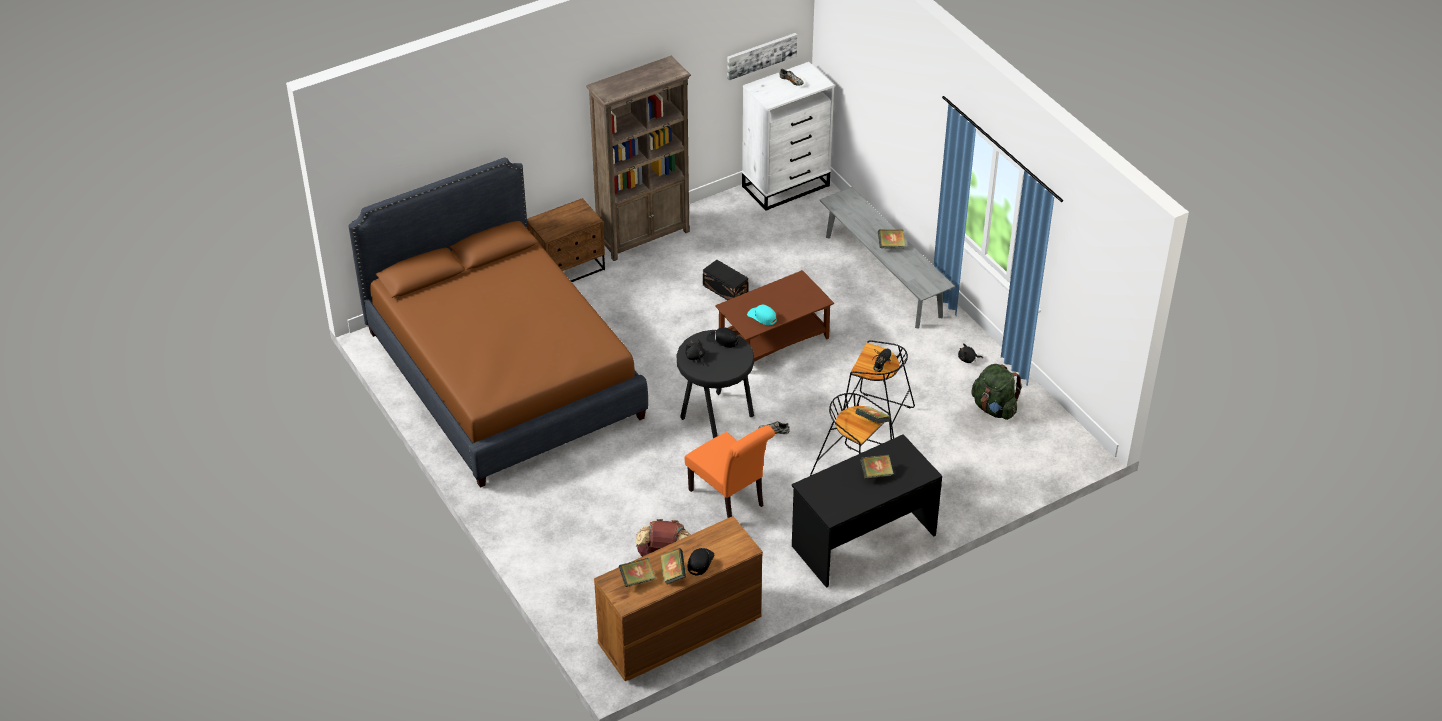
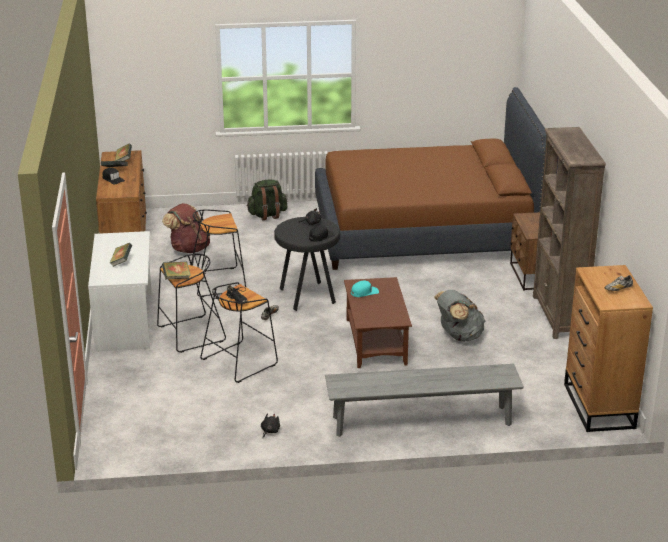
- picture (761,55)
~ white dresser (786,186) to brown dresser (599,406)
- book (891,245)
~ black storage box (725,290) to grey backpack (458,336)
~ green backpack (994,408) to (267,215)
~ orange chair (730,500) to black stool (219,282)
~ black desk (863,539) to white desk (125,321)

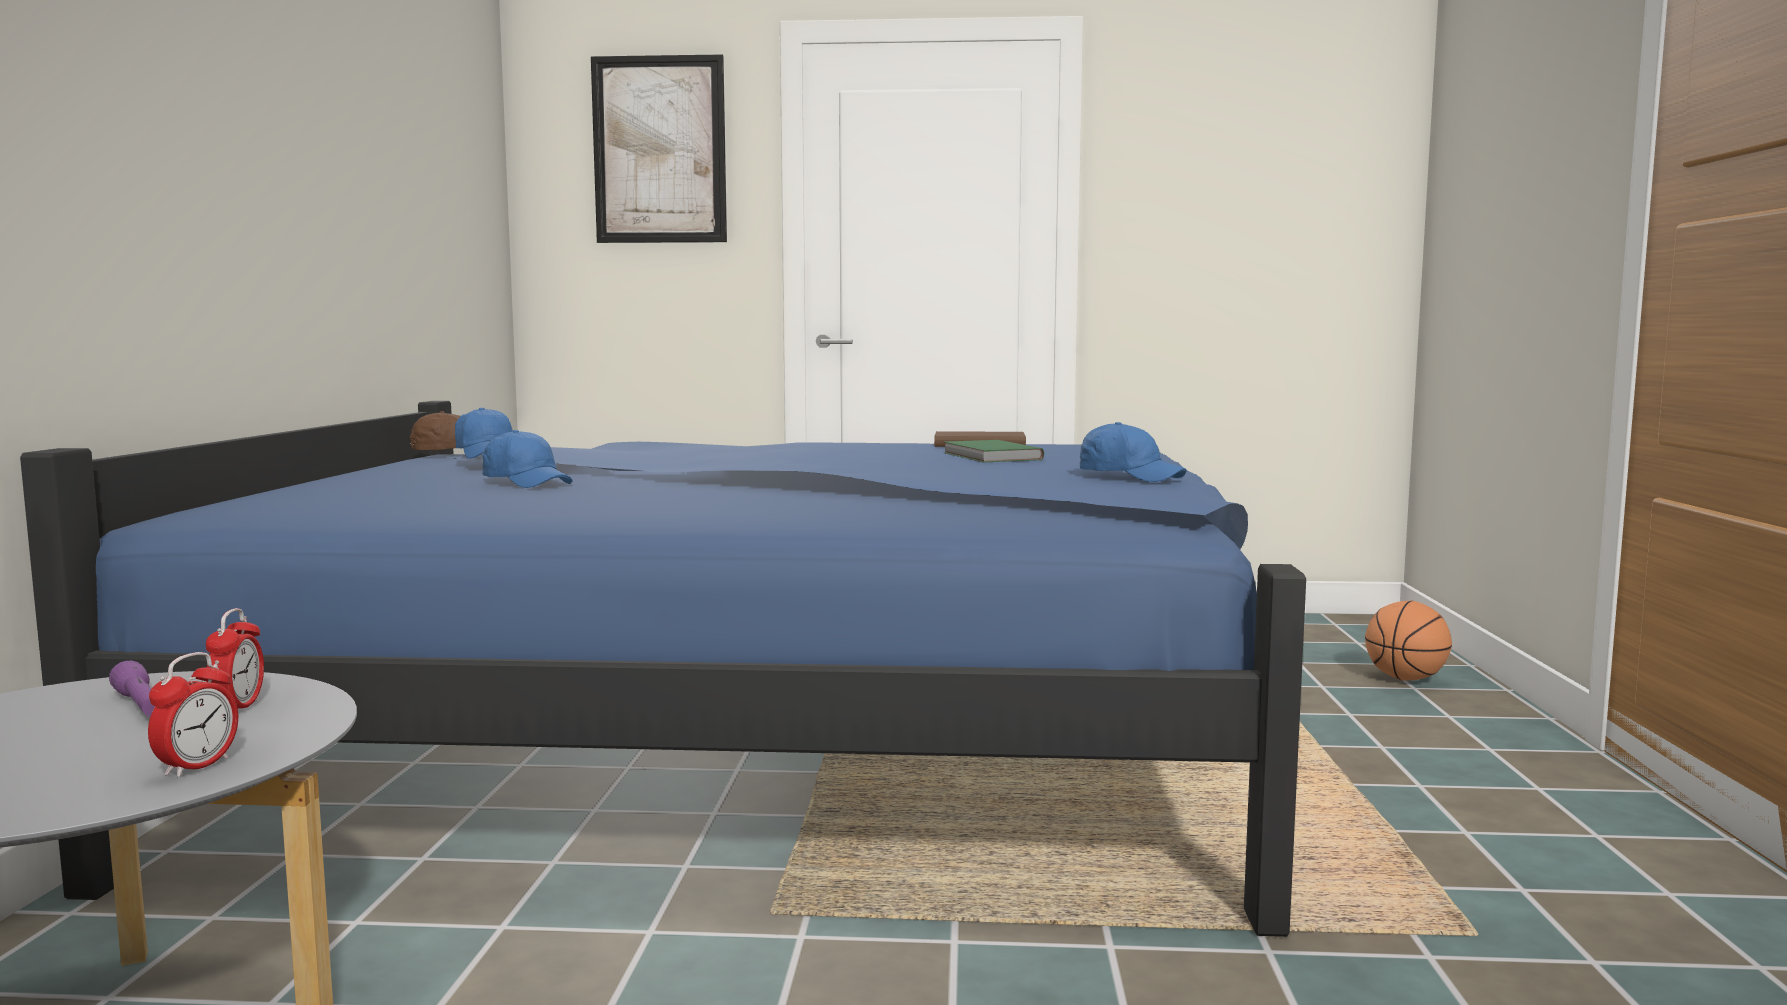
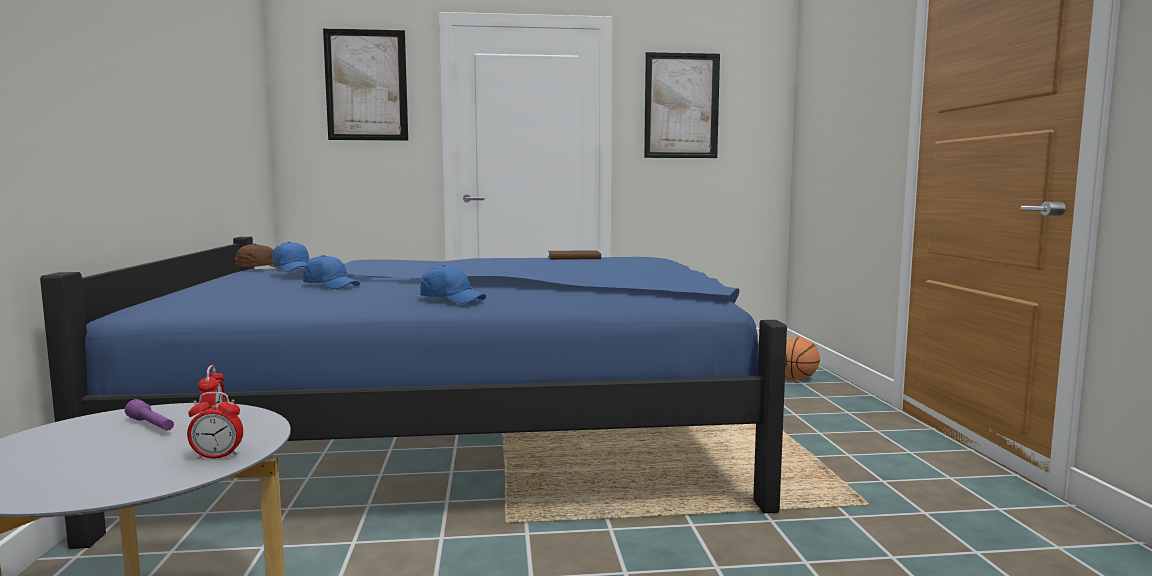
~ blue cap (1129,477) to (452,300)
- green book (990,456)
~ alarm clock (197,766) = (217,456) 75 degrees clockwise
+ picture (681,106)

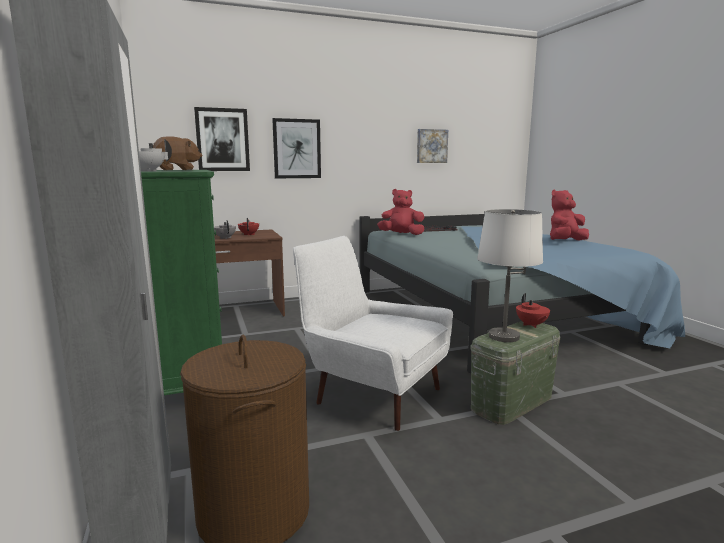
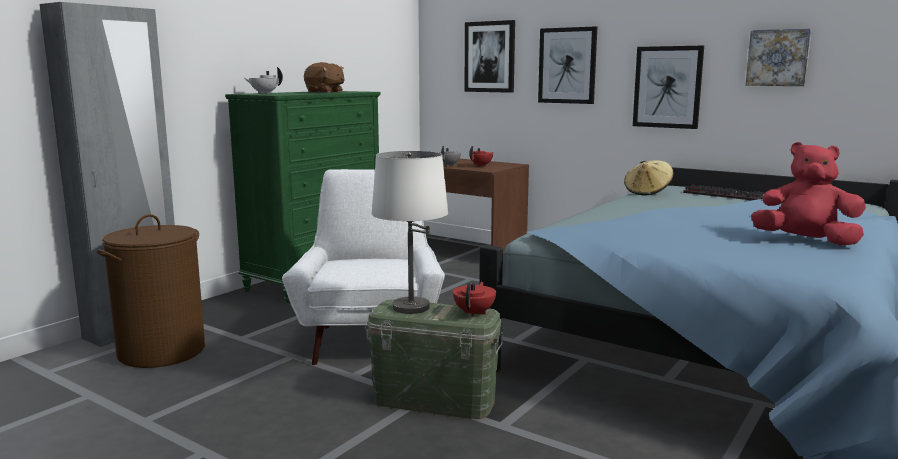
~ red plush toy (401,234) to beige hat (648,192)
~ red teapot (531,325) = (475,313) 150 degrees clockwise
+ picture (667,87)

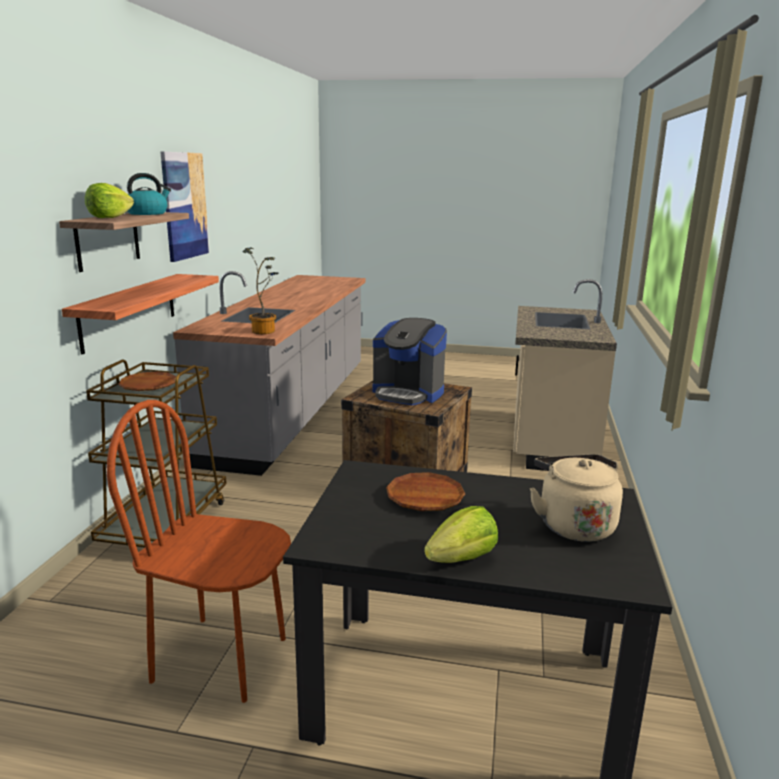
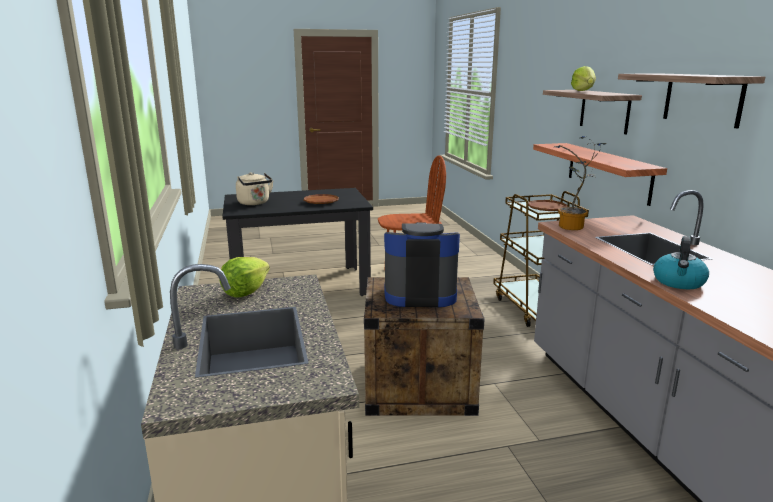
~ picture (184,206) to shelf (702,99)
~ kettle (147,213) to (679,282)
~ lettuce (462,558) to (246,292)

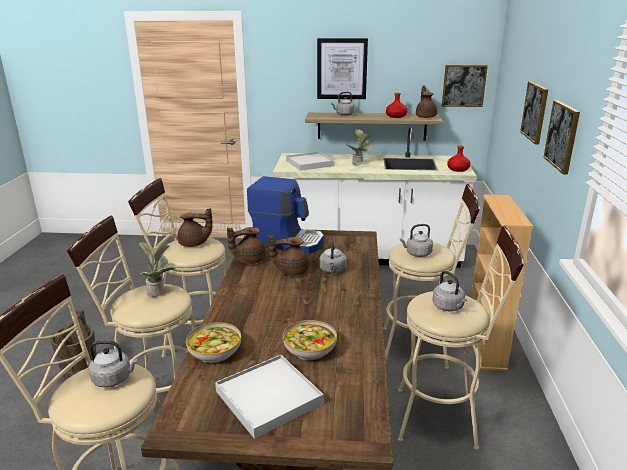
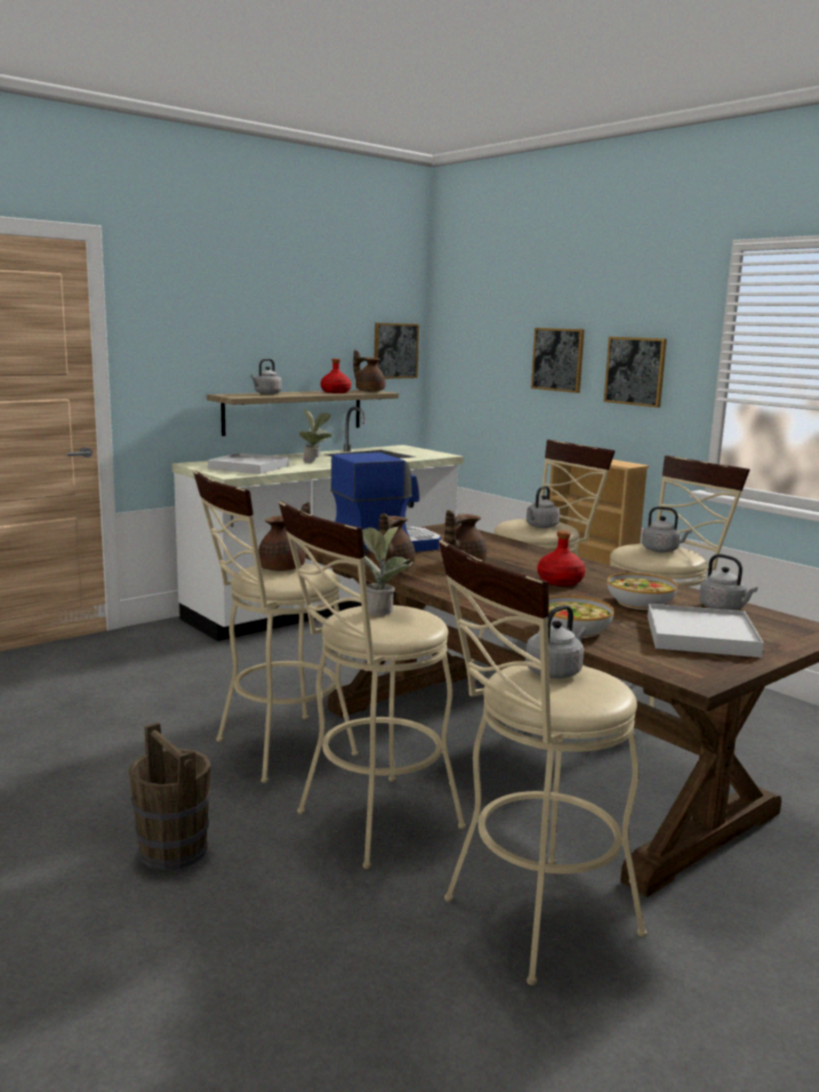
- picture (342,69)
~ red bottle (458,169) to (560,581)
~ grey kettle (332,270) to (724,609)

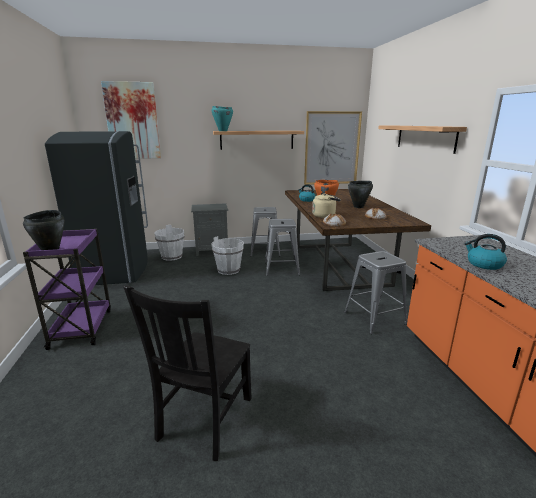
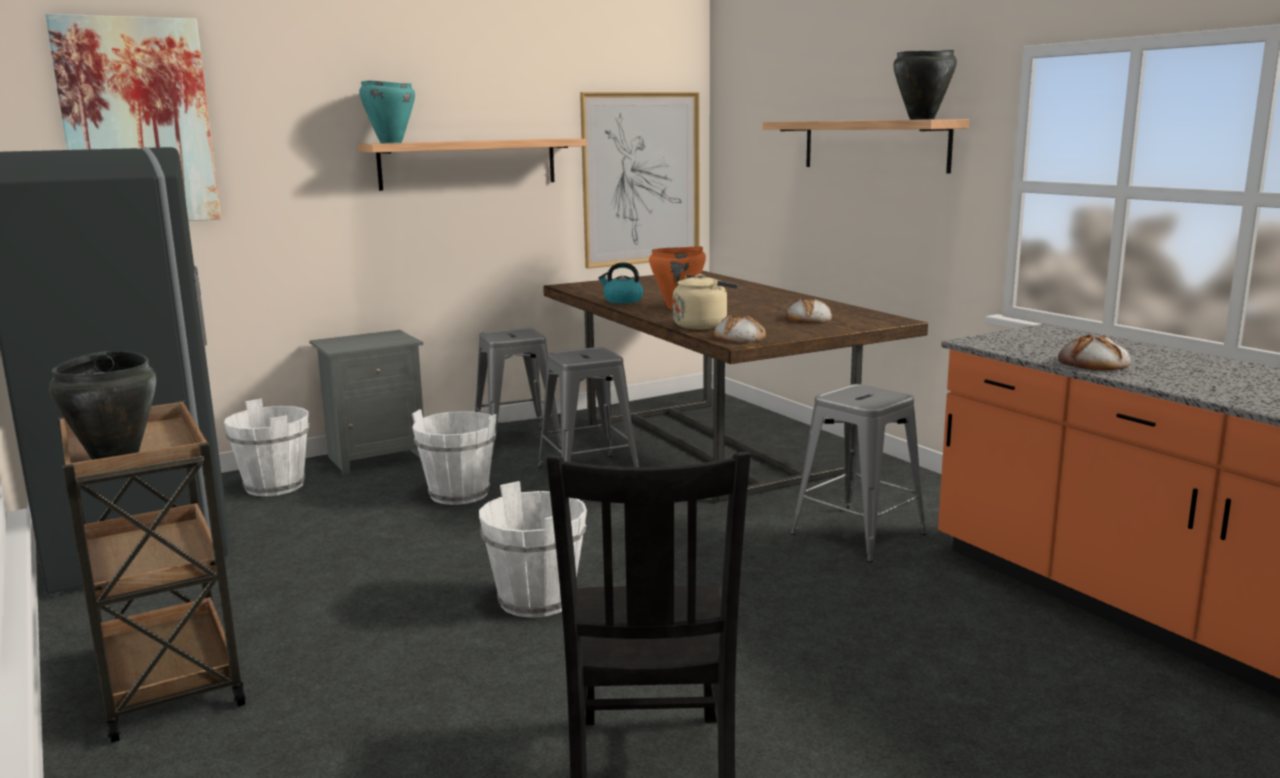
~ black cooking pot (358,207) to (922,119)
~ purple cart (82,327) to brown cart (167,678)
~ kettle (484,264) to bread (1093,364)
+ white bucket (537,600)

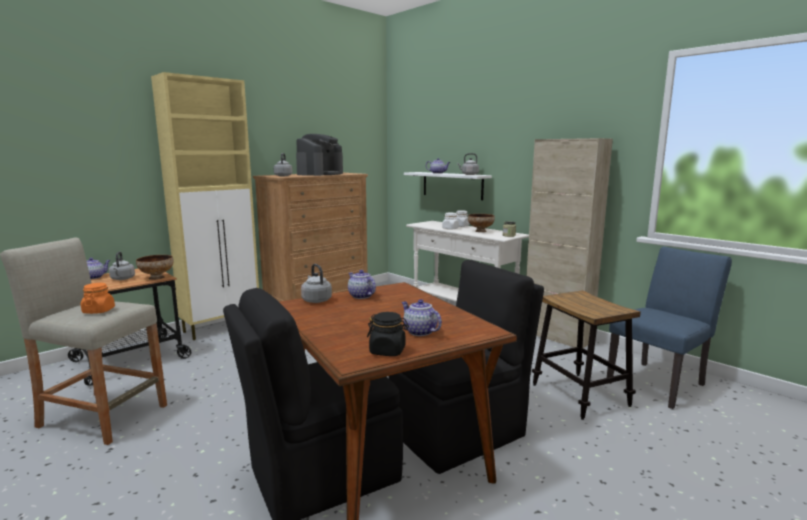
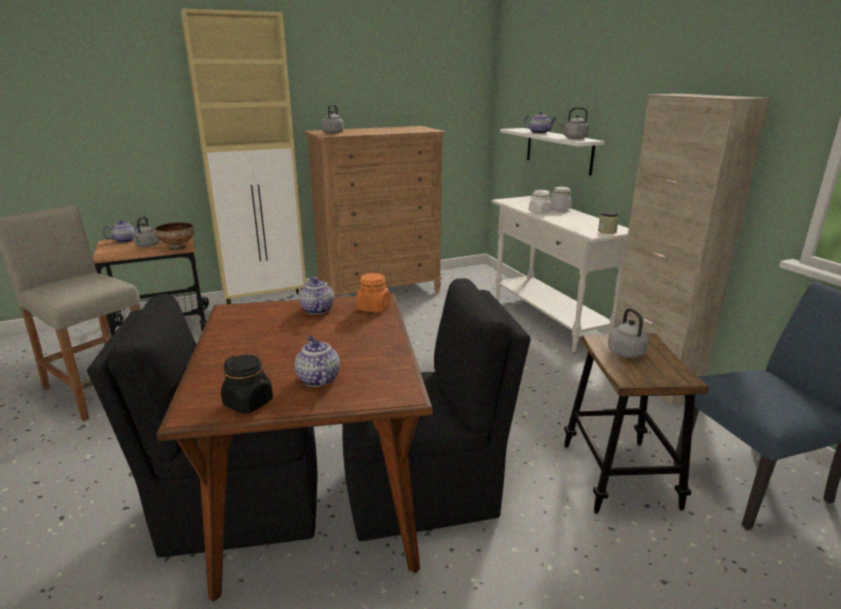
- coffee machine (320,174)
- bowl (481,231)
~ grey kettle (316,300) to (624,351)
~ orange jar (99,311) to (373,307)

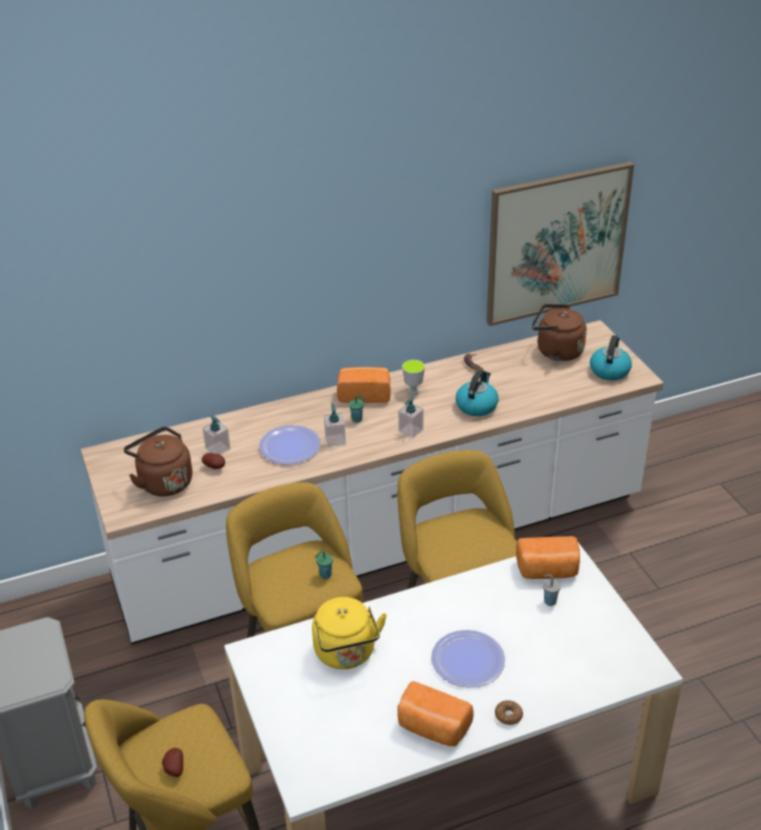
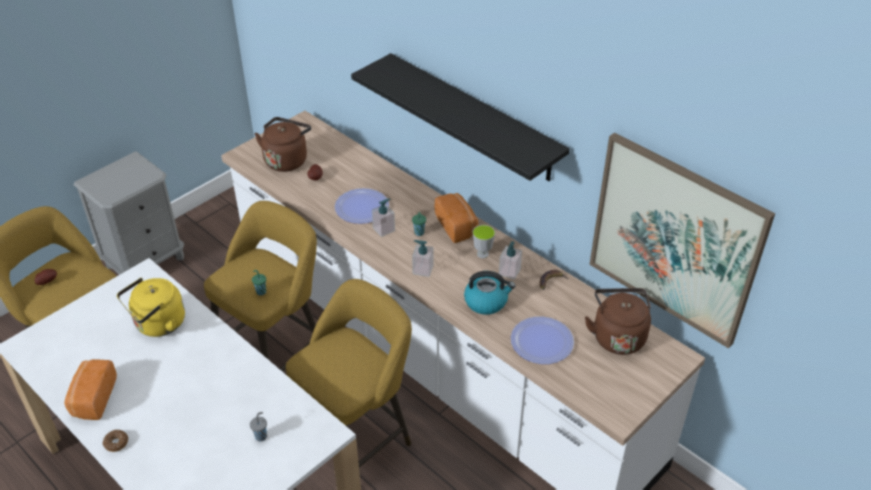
- kettle (609,370)
~ soap dispenser (218,449) to (509,272)
- bread (547,571)
~ plate (467,660) to (541,341)
+ black shelf (473,117)

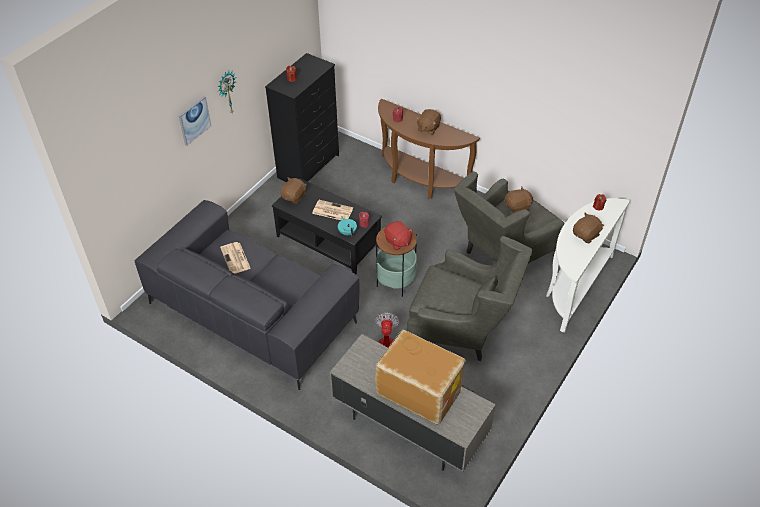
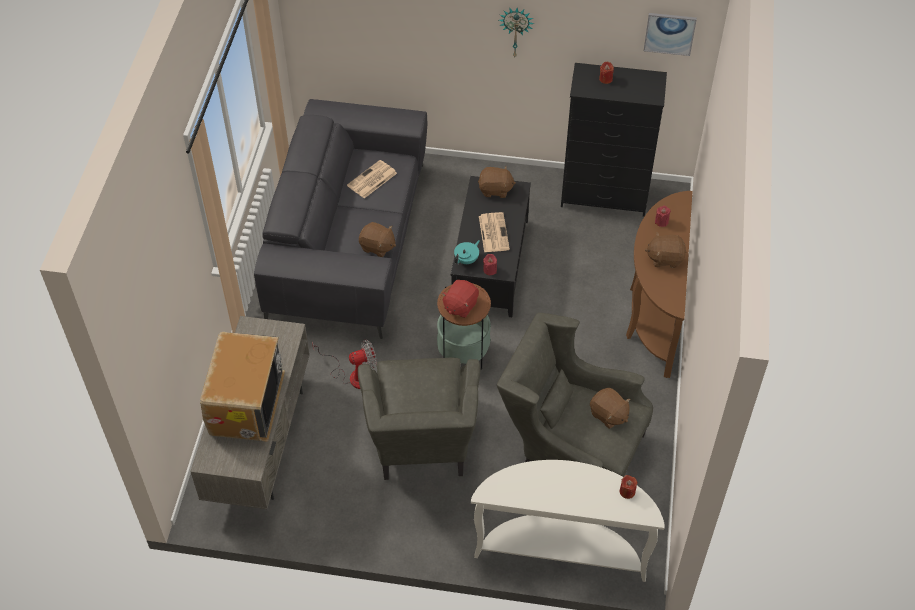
~ picture (194,120) to (669,33)
~ brown plush toy (586,235) to (377,247)

